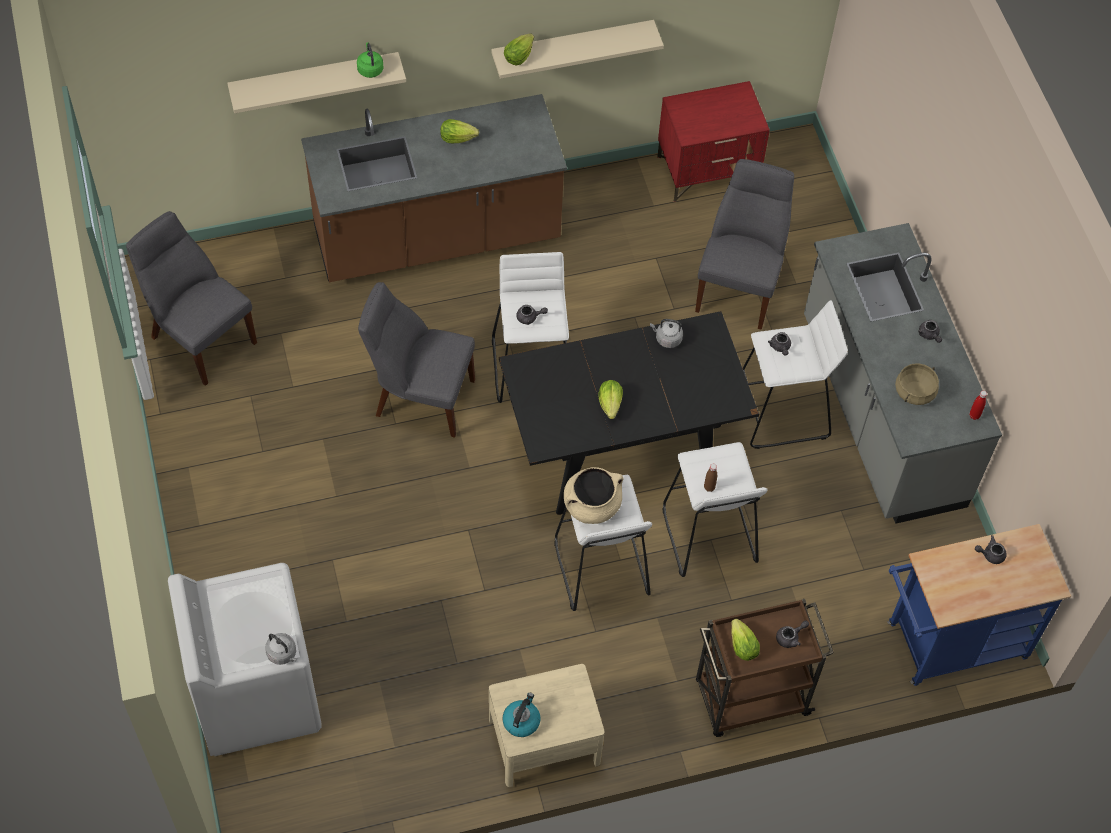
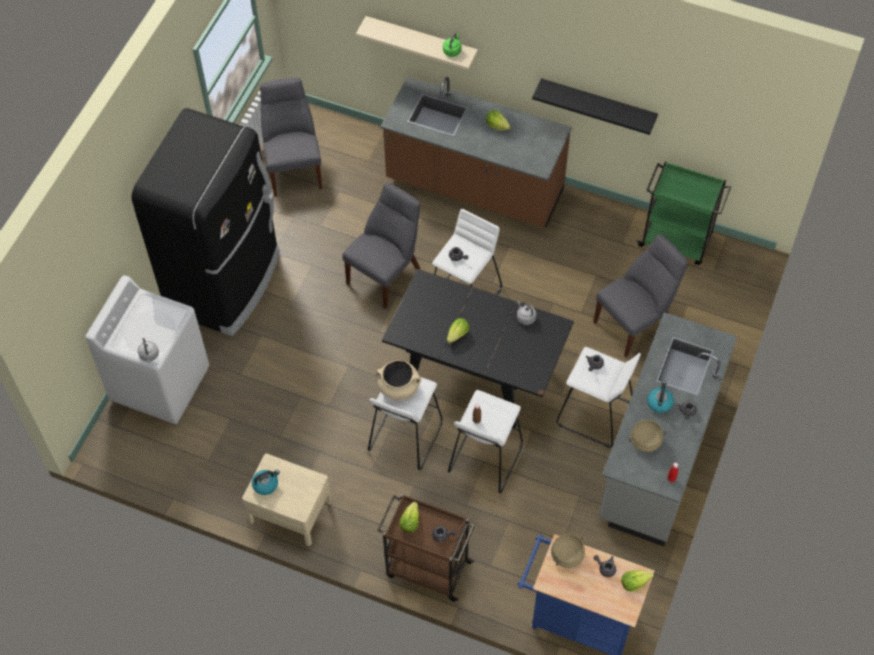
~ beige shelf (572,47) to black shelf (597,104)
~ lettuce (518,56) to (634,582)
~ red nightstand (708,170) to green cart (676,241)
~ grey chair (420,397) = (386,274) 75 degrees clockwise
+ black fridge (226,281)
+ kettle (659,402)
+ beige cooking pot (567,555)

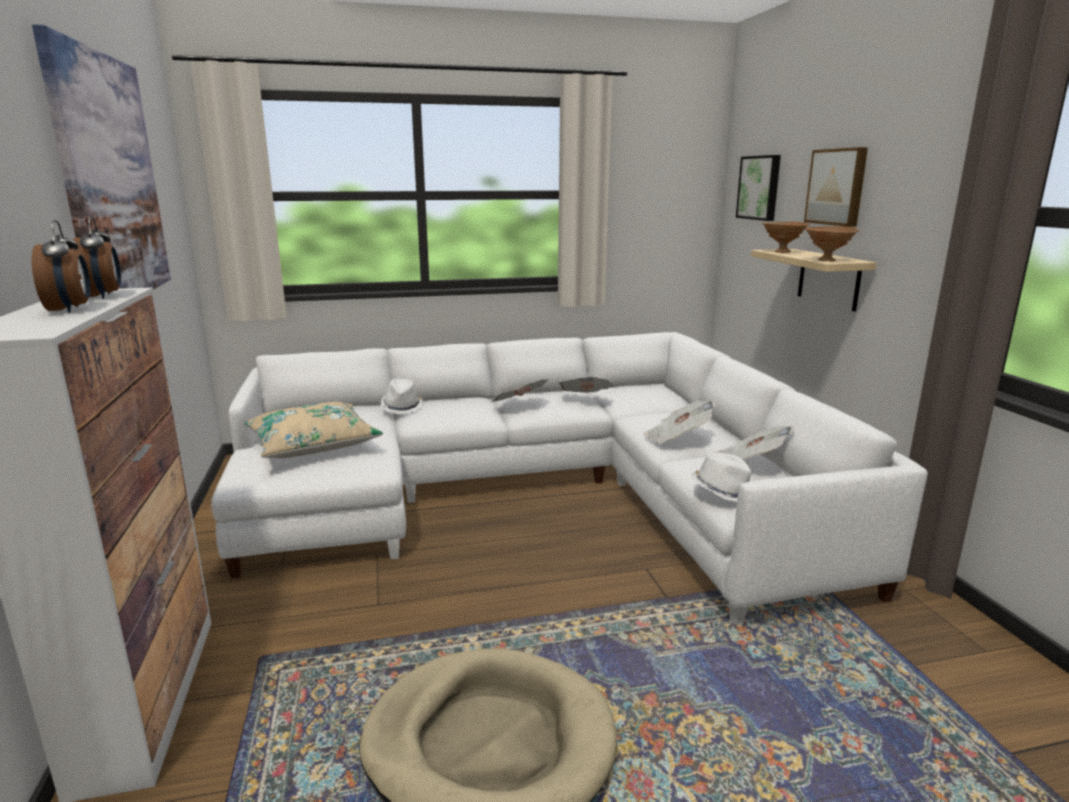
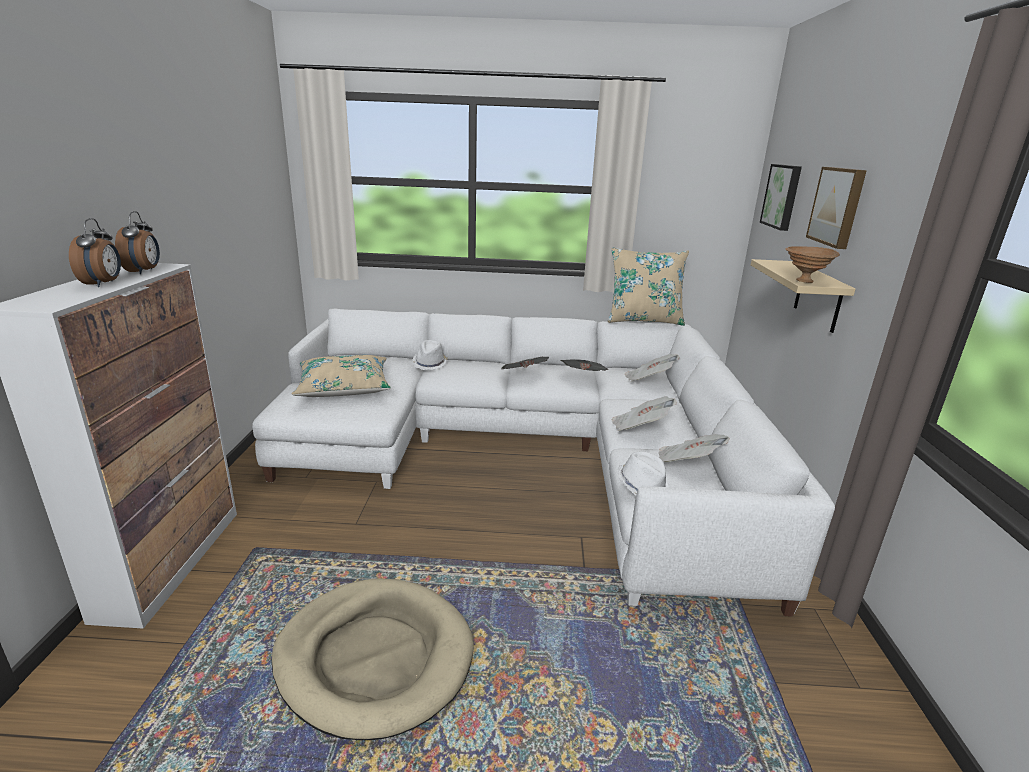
- picture (111,179)
- brown bowl (781,251)
+ beige pillow (643,320)
+ newspaper (648,380)

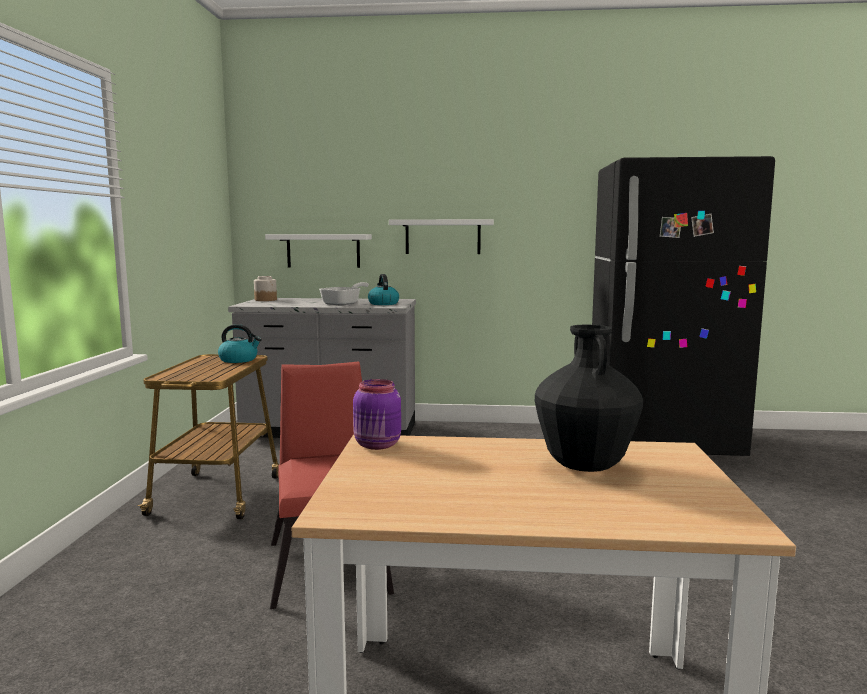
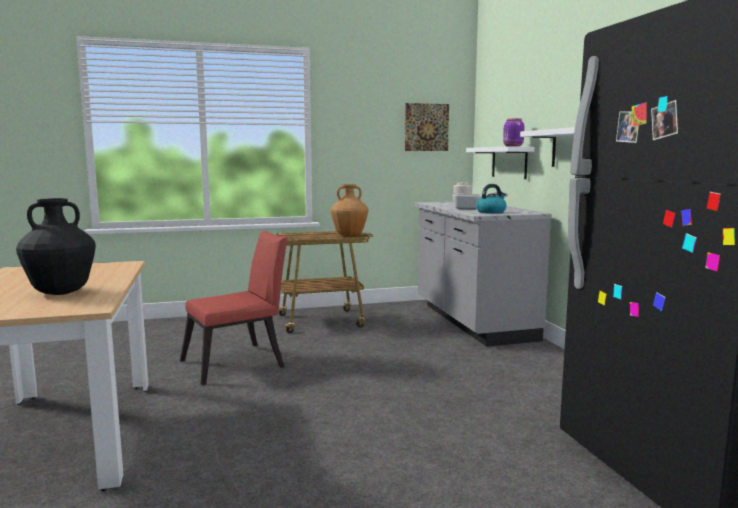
~ kettle (239,360) to brown vase (349,235)
~ purple jar (378,445) to (512,146)
+ picture (426,127)

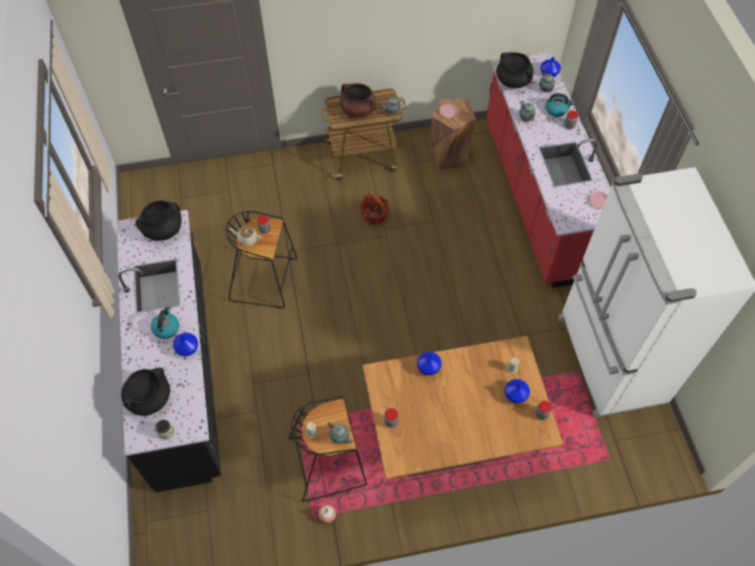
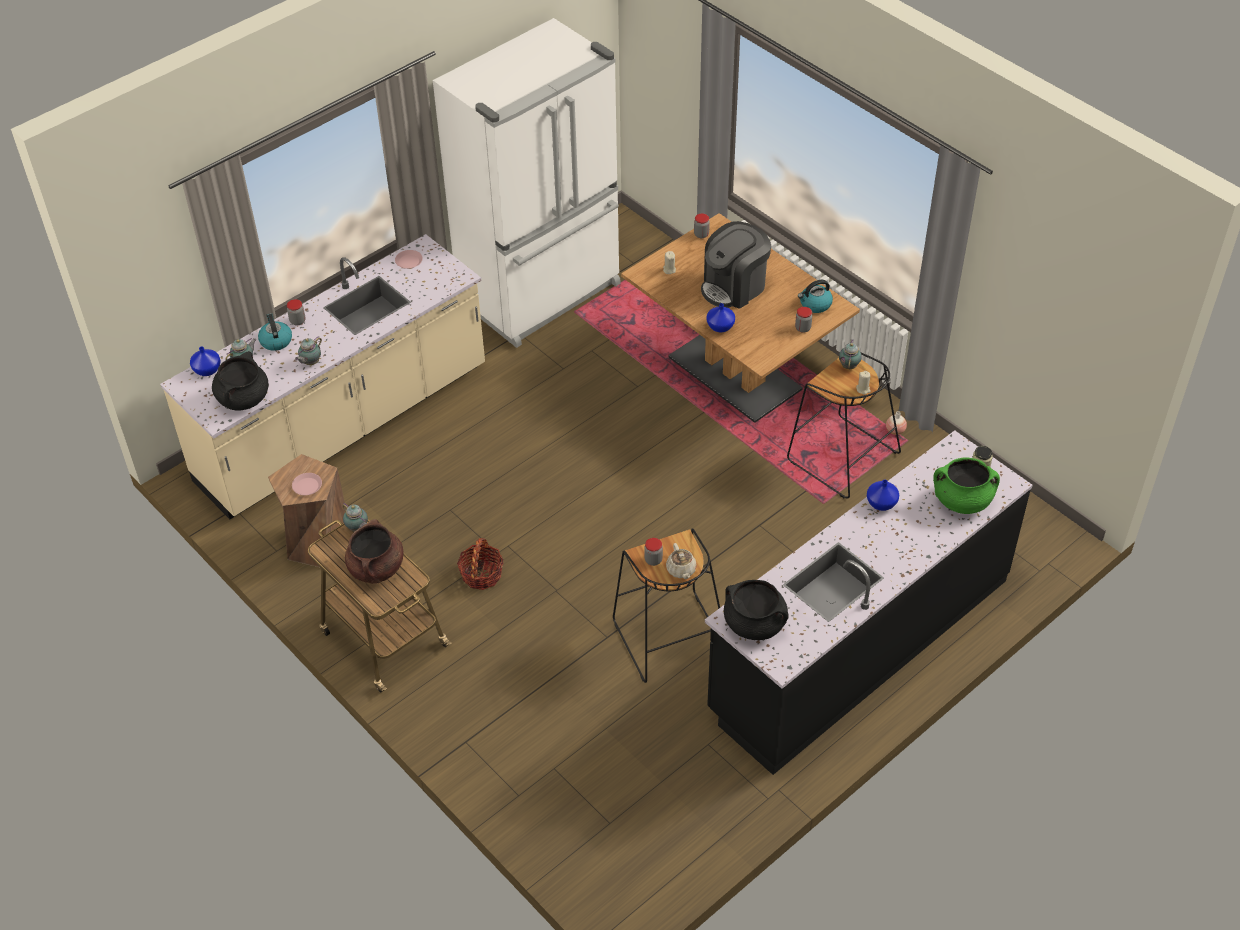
~ red counter (536,198) to beige counter (344,427)
~ kettle (166,328) to (815,304)
~ black cooking pot (149,398) to green cooking pot (962,501)
- blue vase (516,395)
+ coffee machine (734,287)

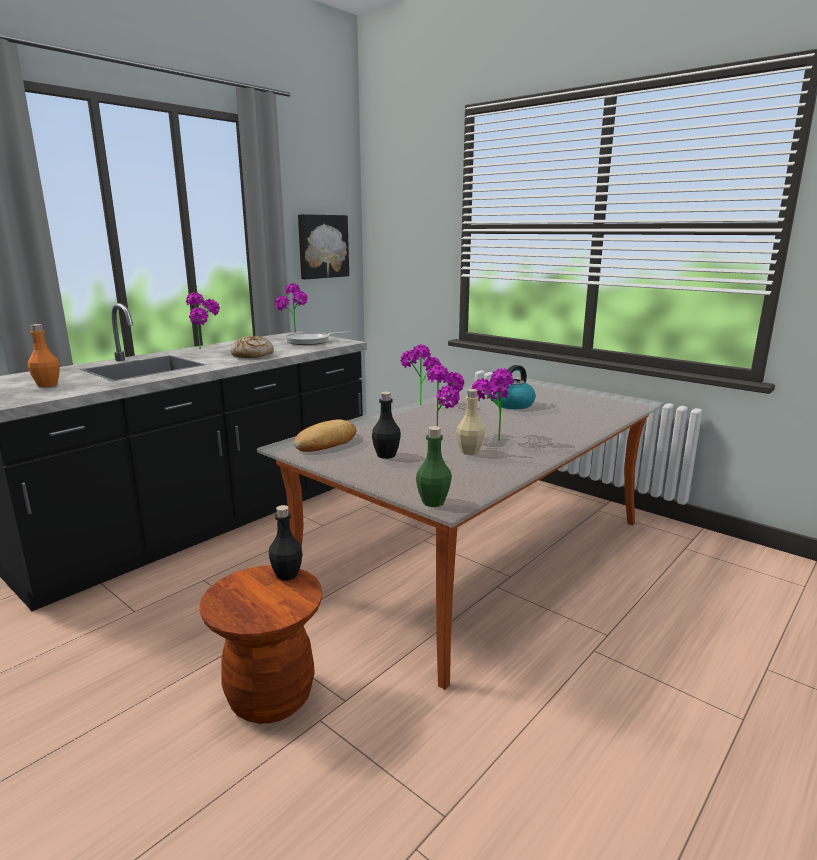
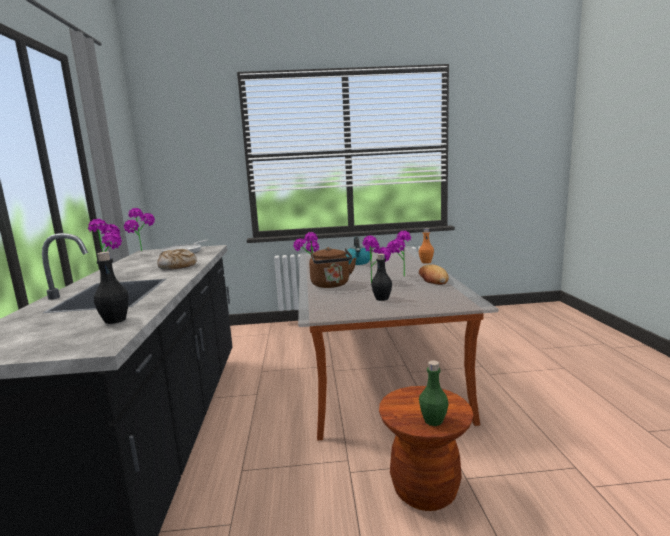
- picture (322,246)
~ orange bottle (47,385) to (426,262)
- beige bottle (470,452)
~ bread (326,442) to (433,279)
~ green bottle (433,502) to (433,421)
~ black bottle (287,575) to (115,320)
+ brown kettle (331,285)

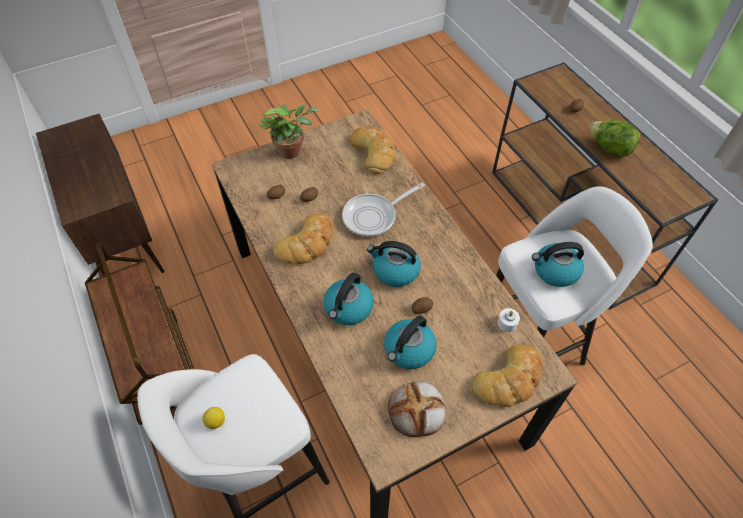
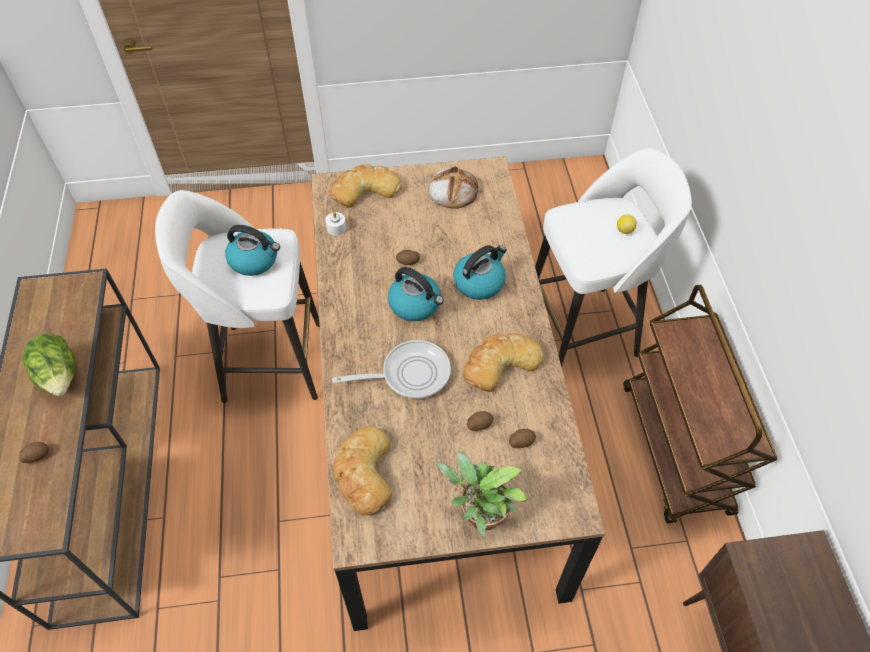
- kettle (409,350)

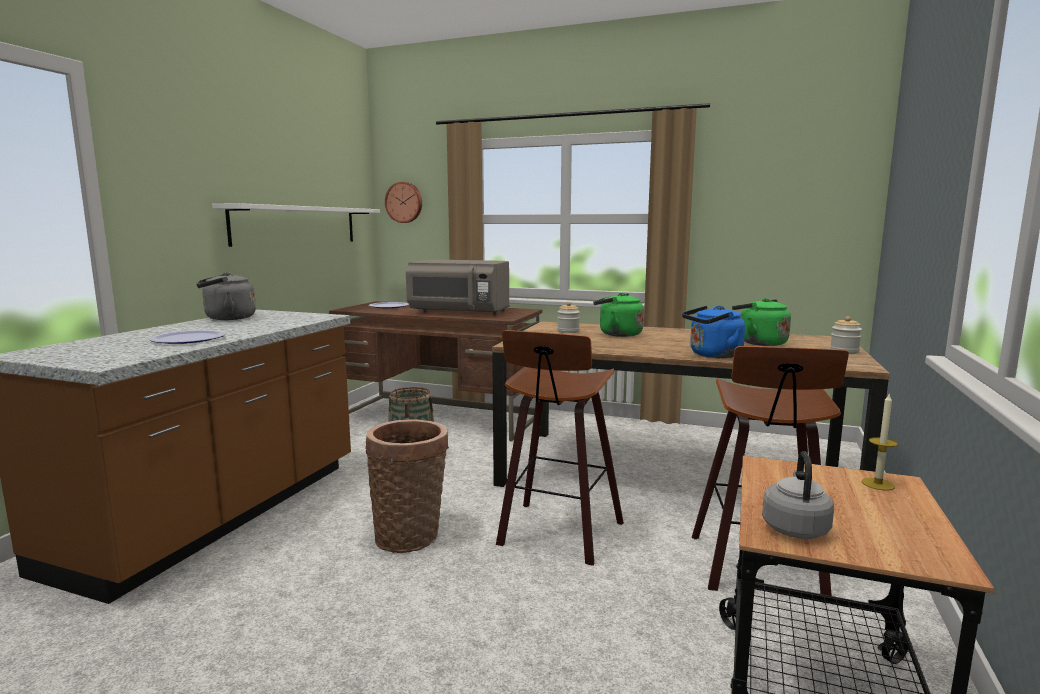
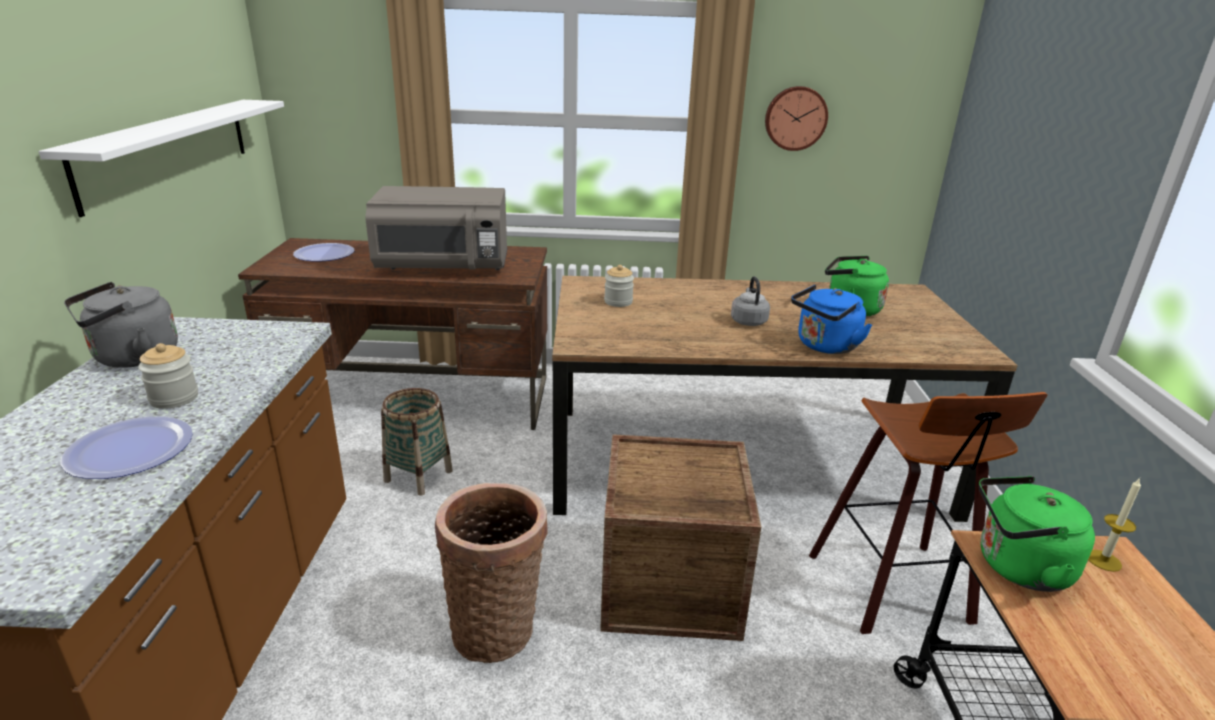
~ wall clock (404,202) to (795,118)
~ green kettle (617,334) to (1017,567)
~ jar (844,351) to (174,398)
~ stool (557,534) to crate (670,584)
~ grey kettle (795,527) to (748,321)

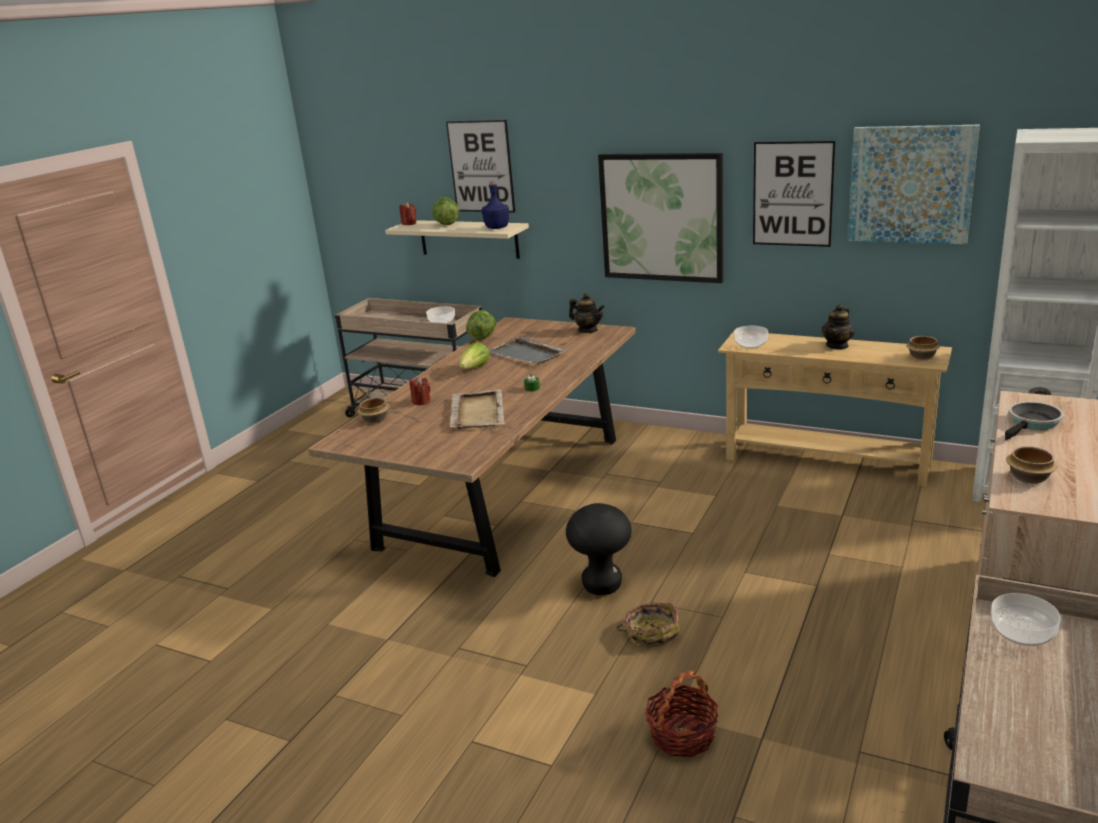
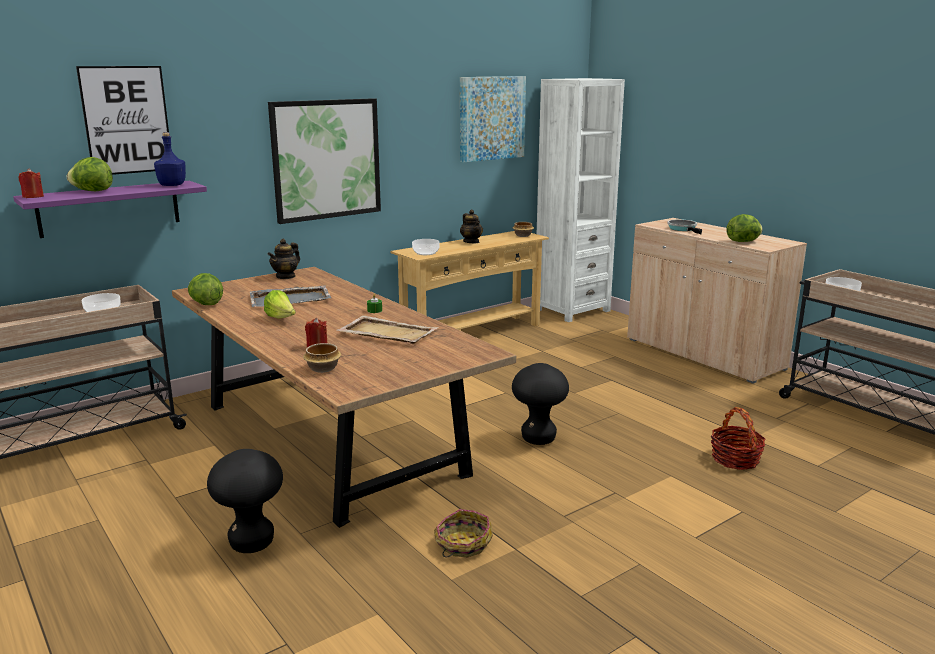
- picture (792,194)
~ beige shelf (468,239) to purple shelf (109,208)
~ teapot (588,330) = (286,276) 150 degrees clockwise
~ bowl (1028,477) to lettuce (743,241)
~ basket (651,632) to (462,544)
+ black stool (252,543)

